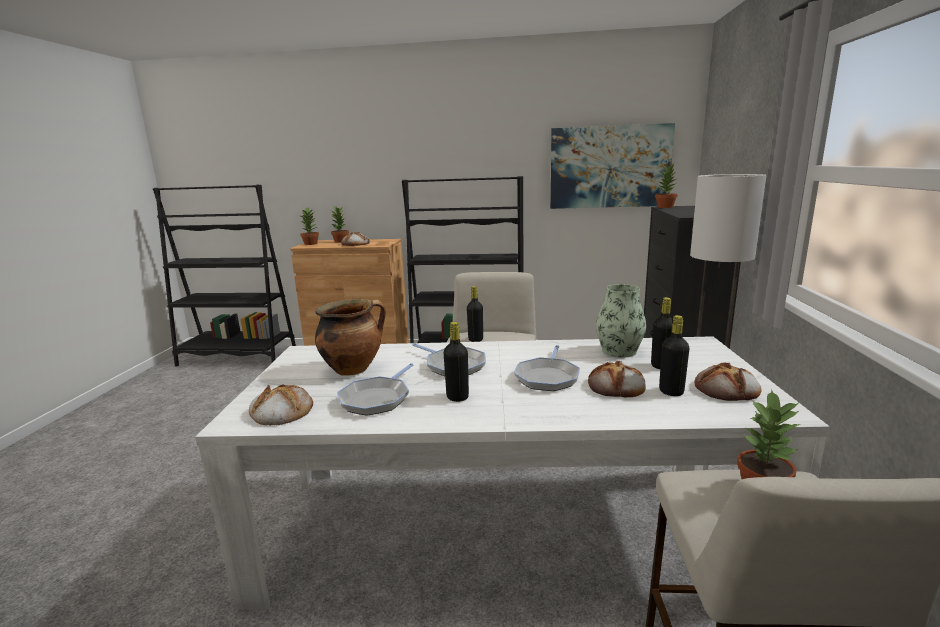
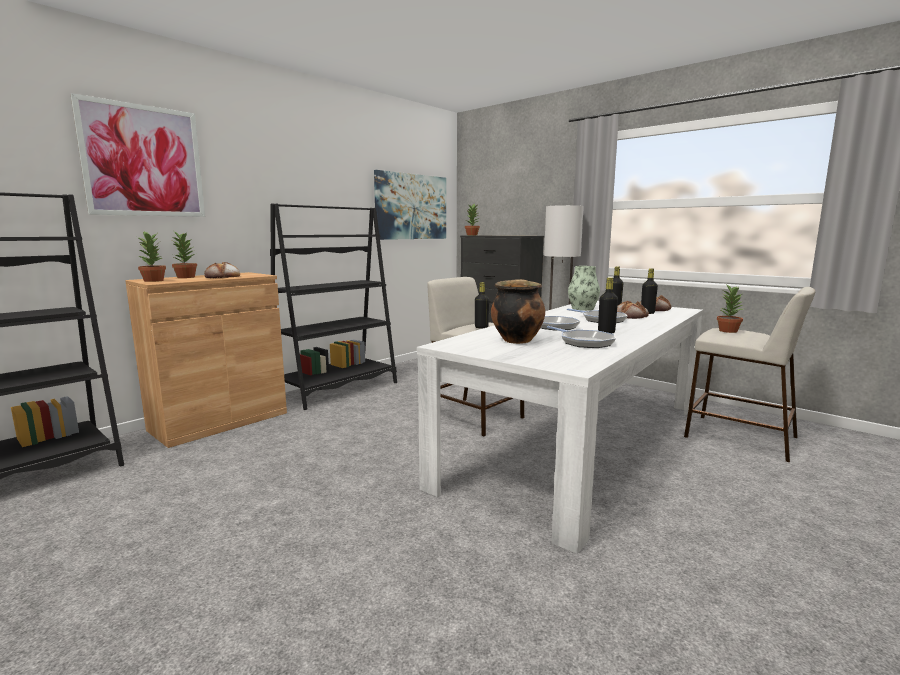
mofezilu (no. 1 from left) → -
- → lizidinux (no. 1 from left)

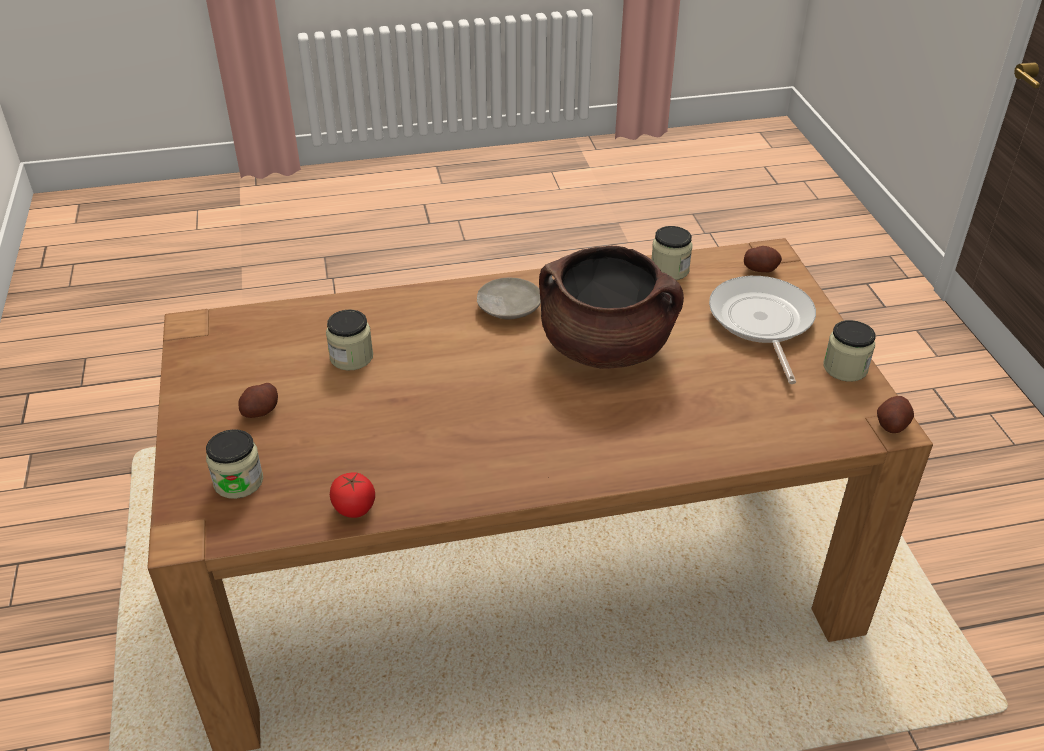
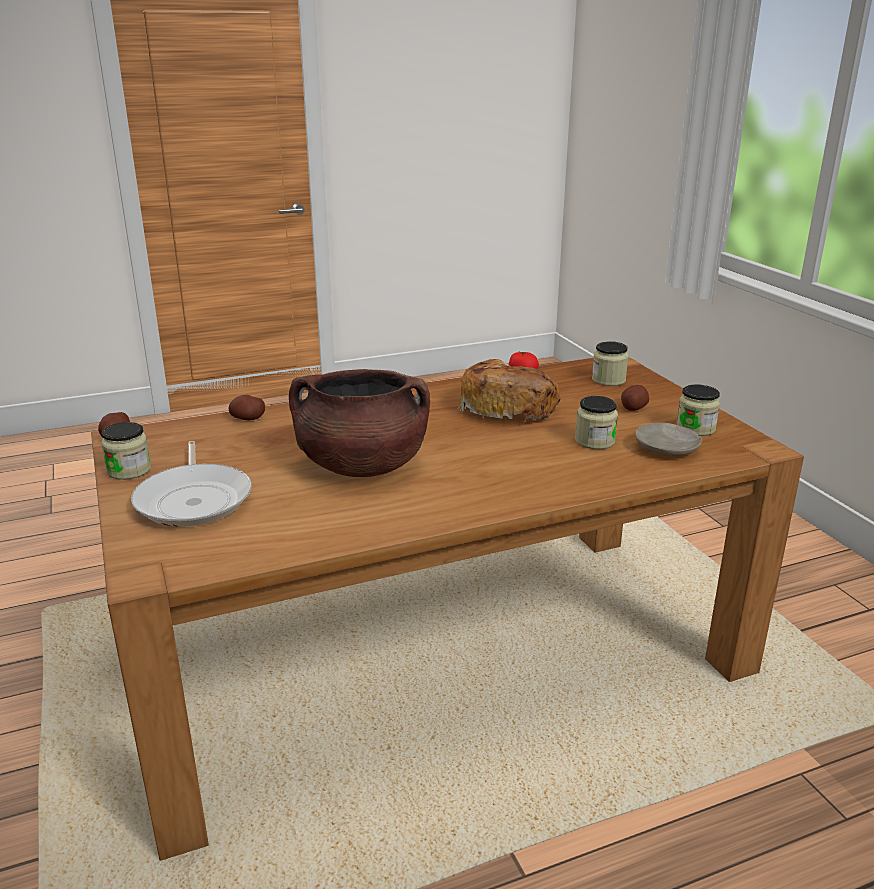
- → mofezilu
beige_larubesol, shifted
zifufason (no. 3 from left in the first image) → zifufason (no. 4 from left), shifted
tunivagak (no. 2 from left), shifted

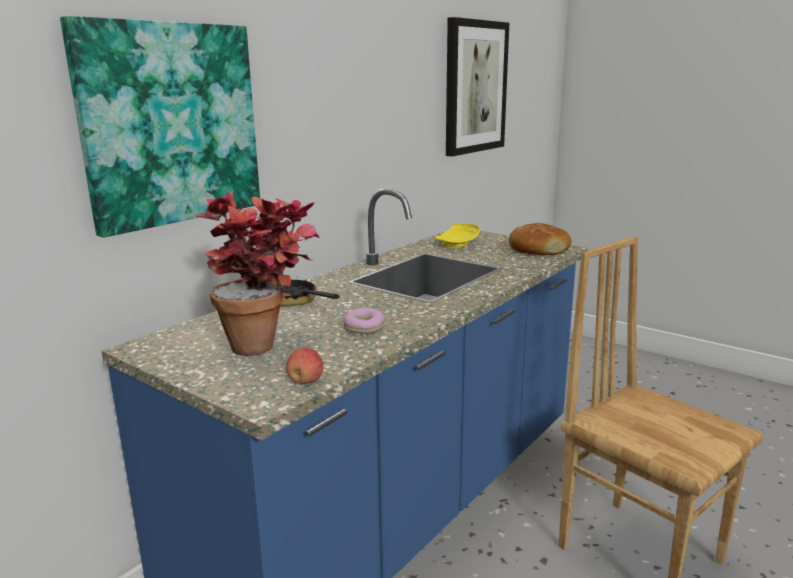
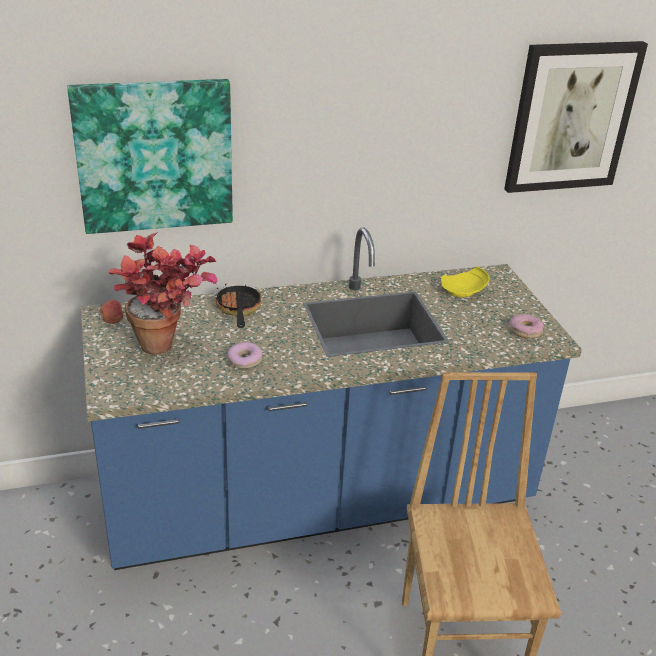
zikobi, shifted
mofezilu → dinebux (no. 2 from left)

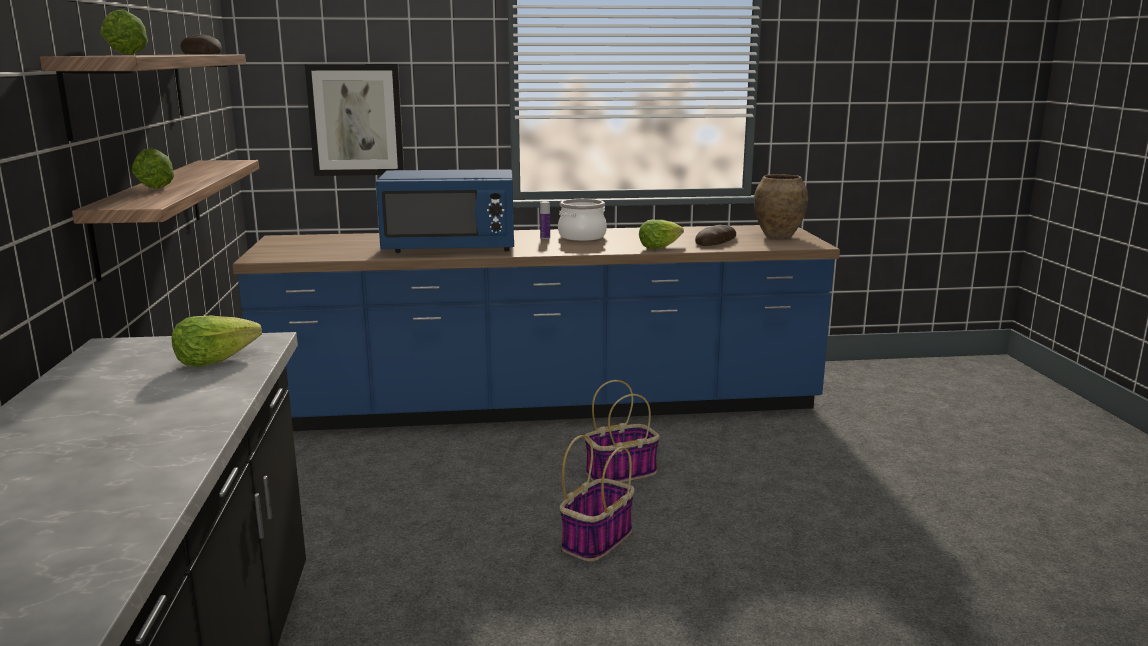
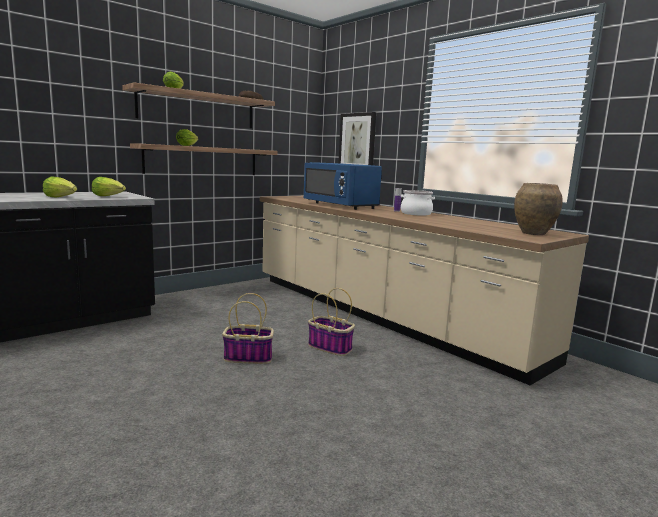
mofezilu (no. 2 from left) → -
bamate (no. 4 from left in the first image) → bamate (no. 1 from left), shifted
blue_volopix → beige_volopix

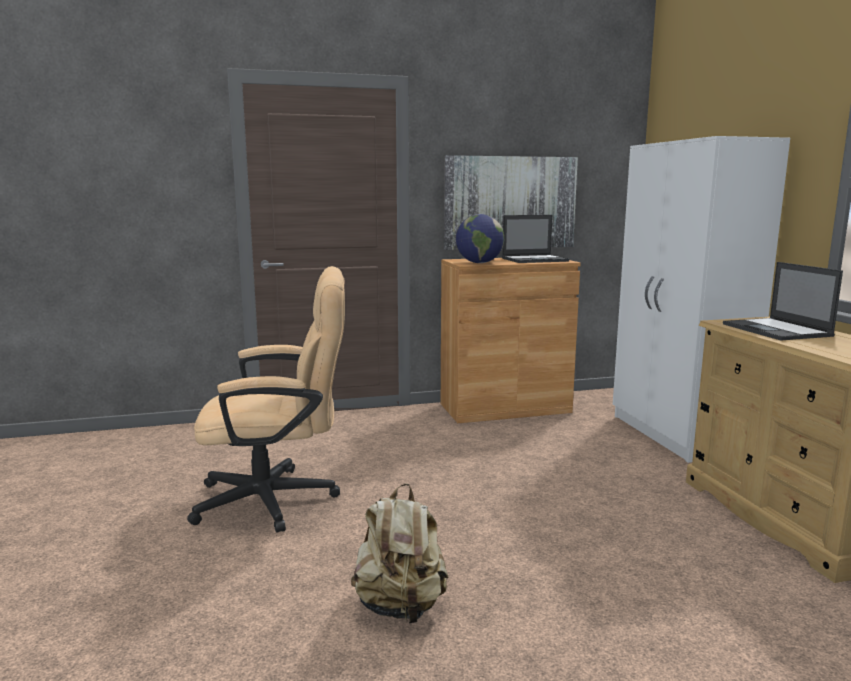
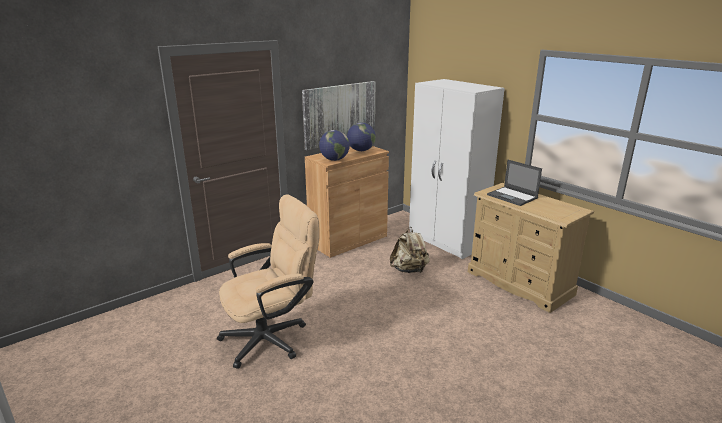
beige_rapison, shifted
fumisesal (no. 1 from left) → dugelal (no. 2 from left)

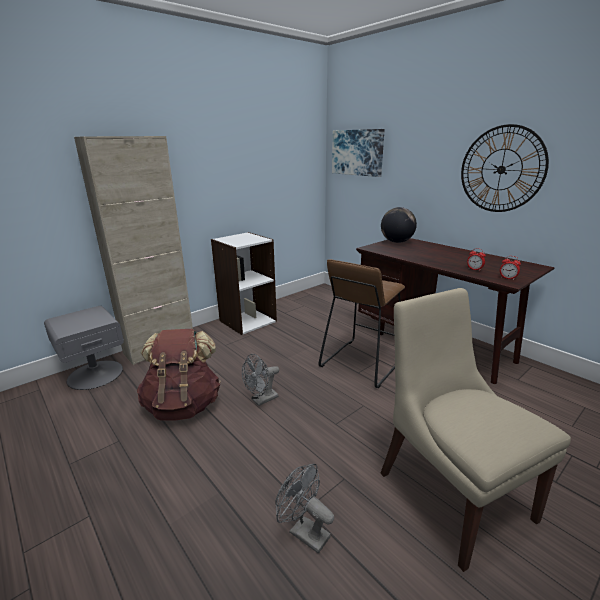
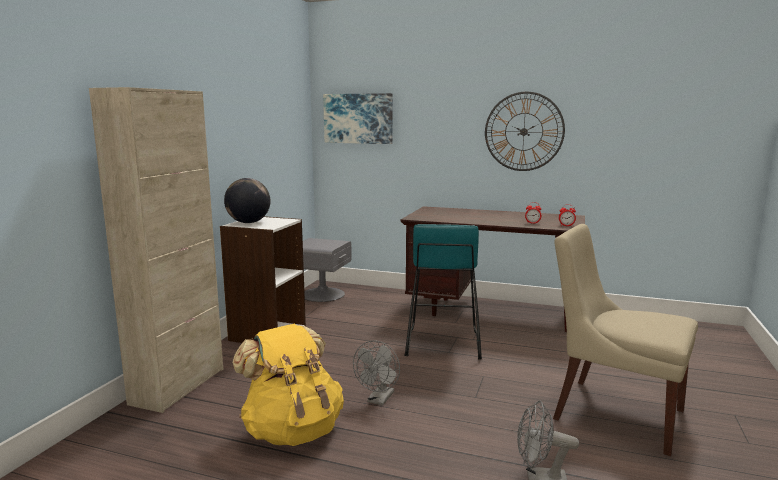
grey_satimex, shifted
dugelal, shifted
brown_rapison → yellow_rapison
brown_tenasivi → turquoise_tenasivi

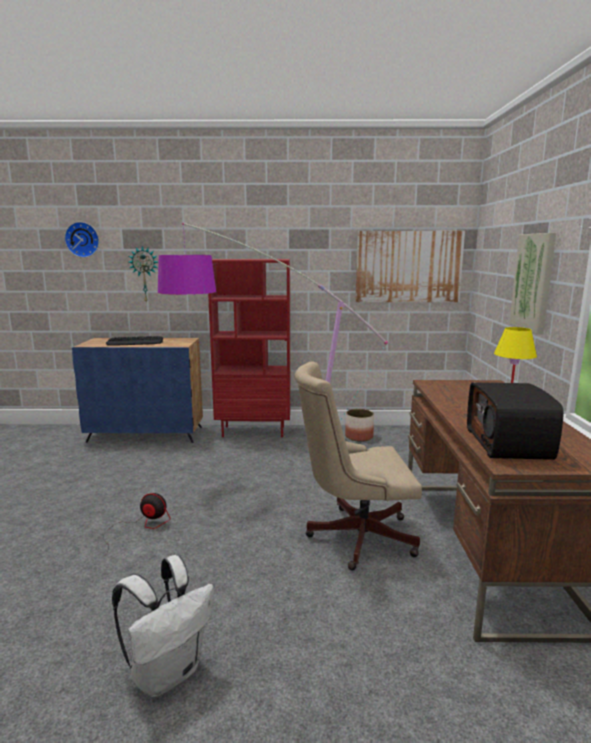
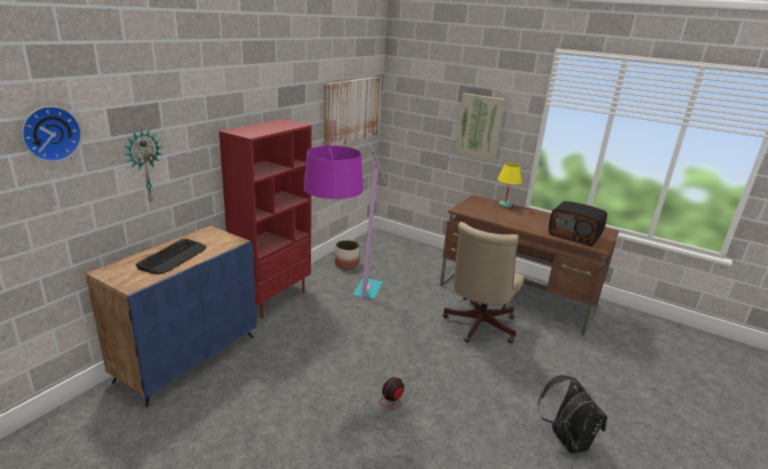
white_rapison → black_rapison

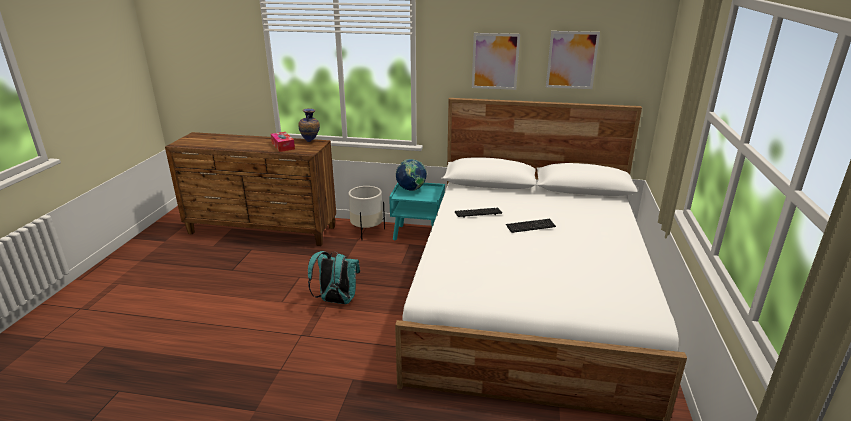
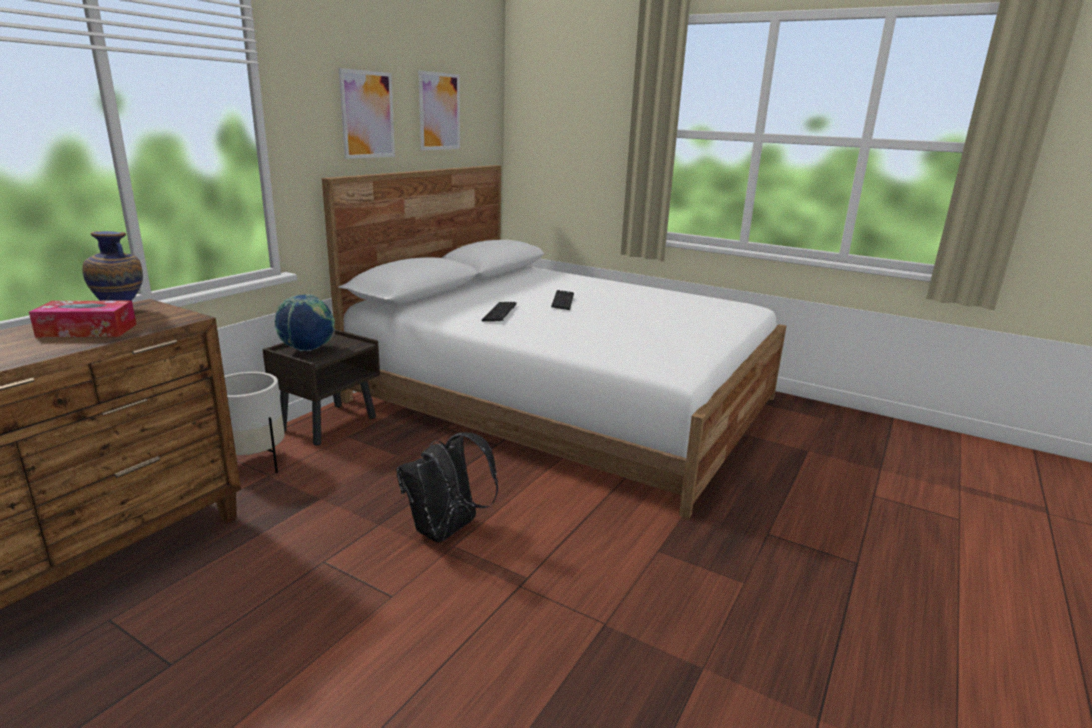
turquoise_rapison → black_rapison
turquoise_satimex → brown_satimex

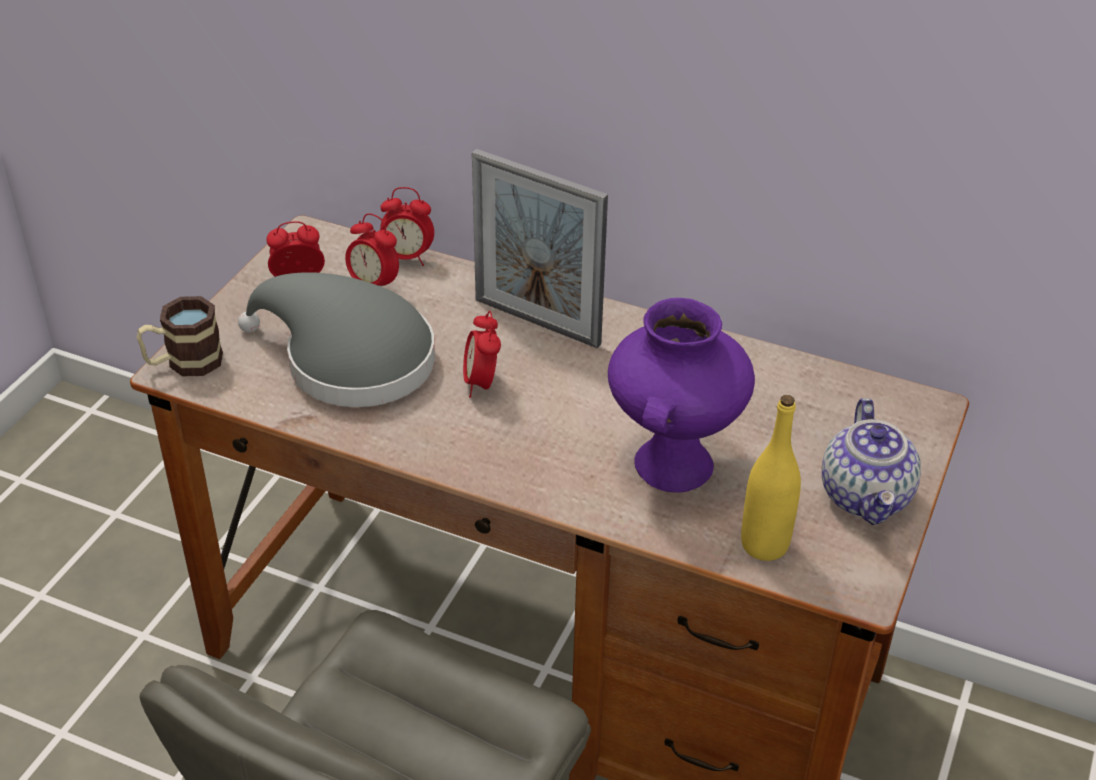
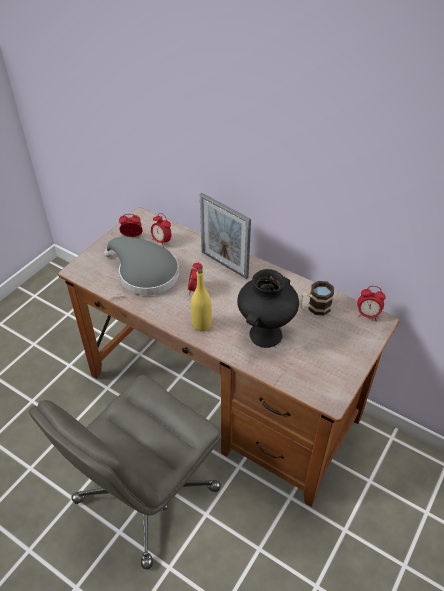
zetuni → -
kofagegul, shifted
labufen (no. 3 from left in the first image) → labufen (no. 4 from left), shifted
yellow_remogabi, shifted
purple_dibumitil → black_dibumitil

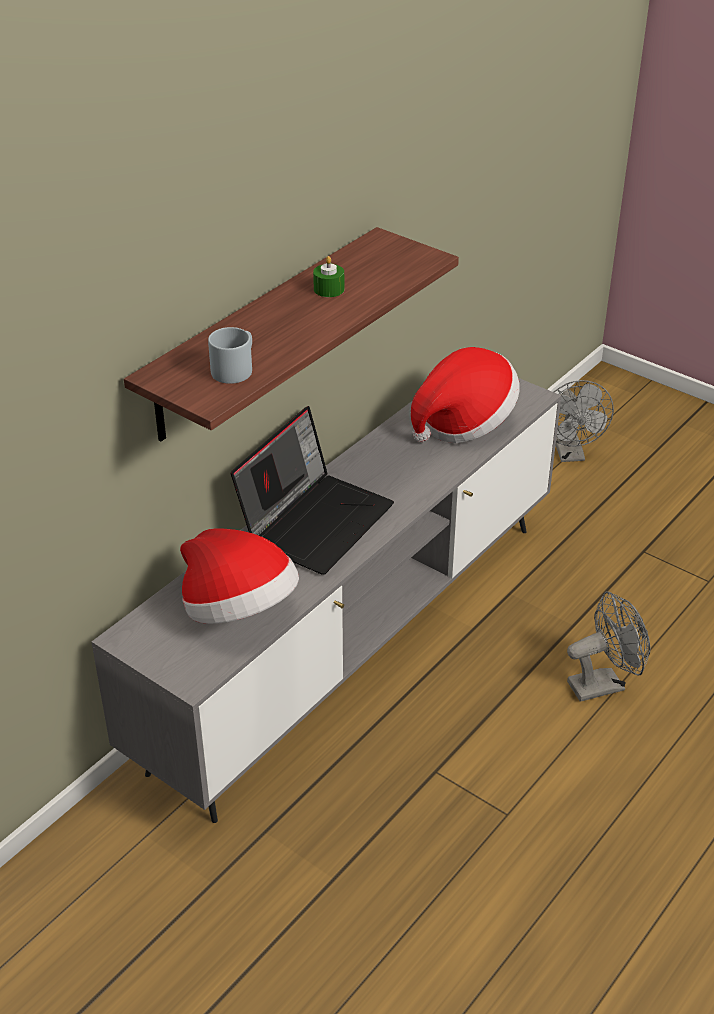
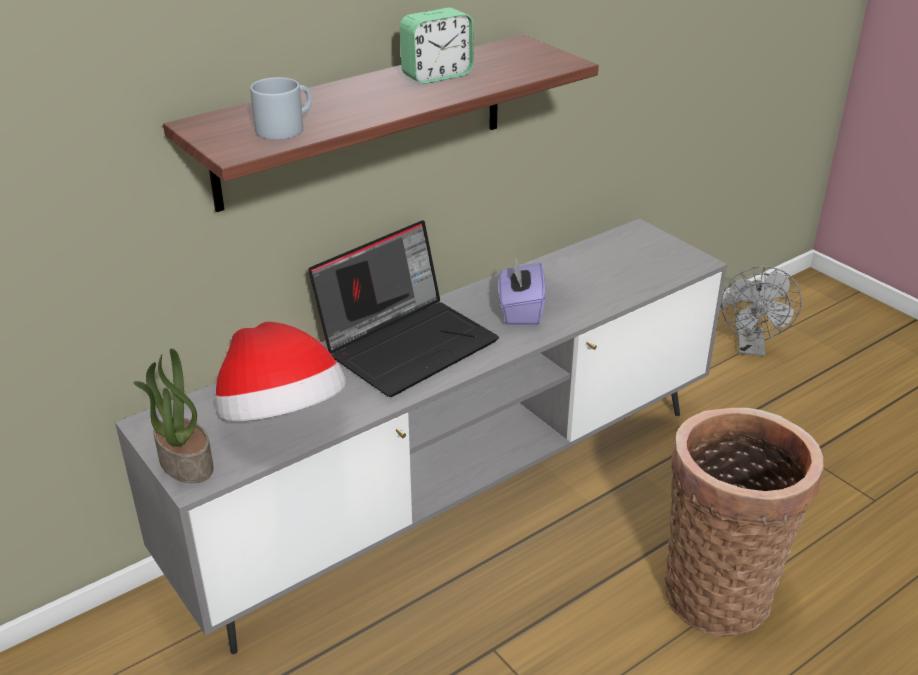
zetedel (no. 2 from left) → -
- → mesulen
- → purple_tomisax
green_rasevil → labufen
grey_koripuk (no. 2 from left) → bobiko

